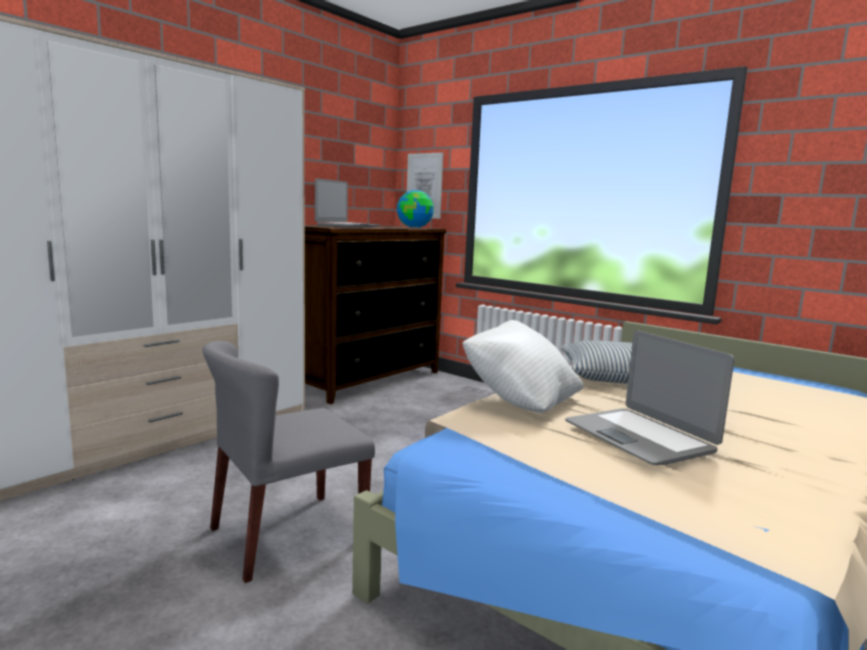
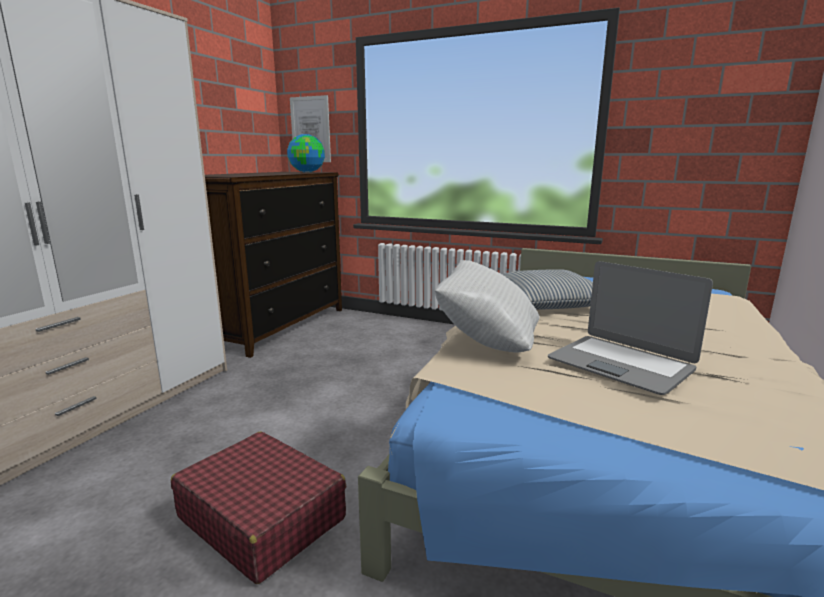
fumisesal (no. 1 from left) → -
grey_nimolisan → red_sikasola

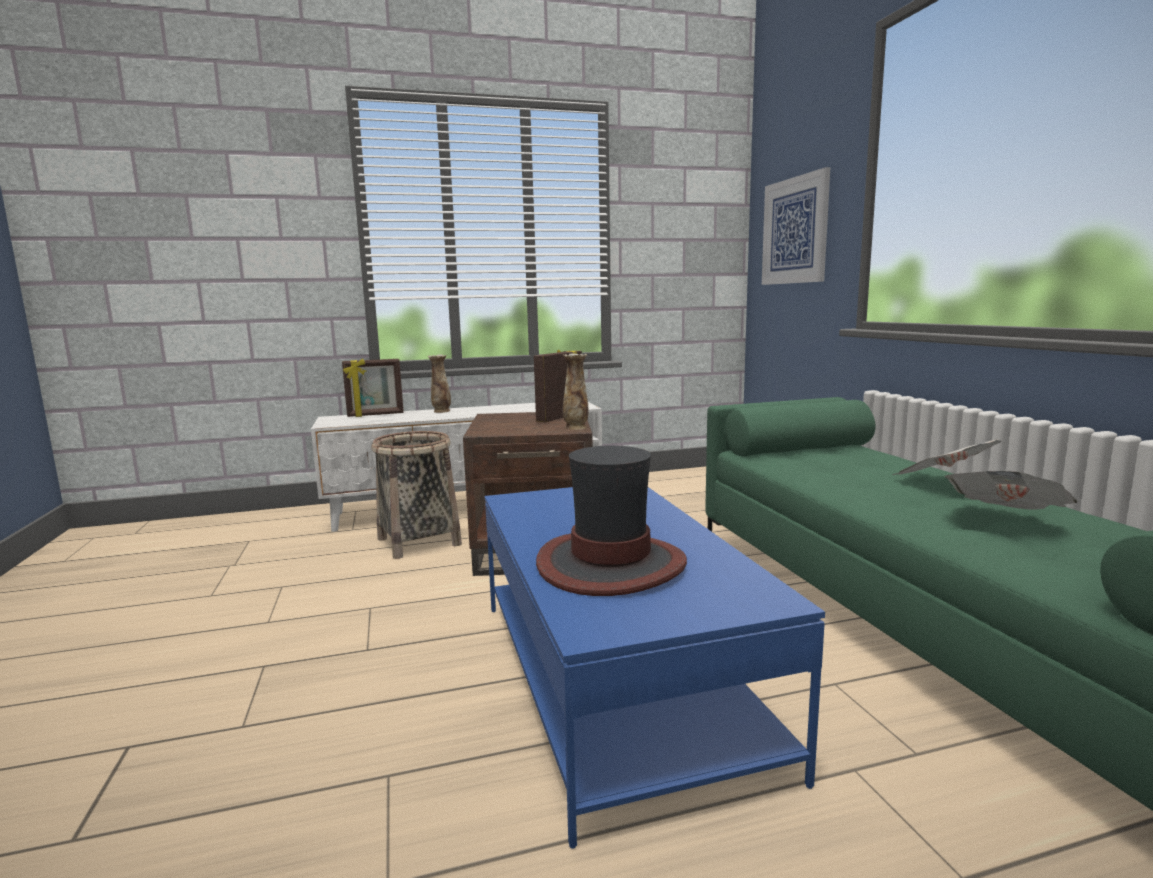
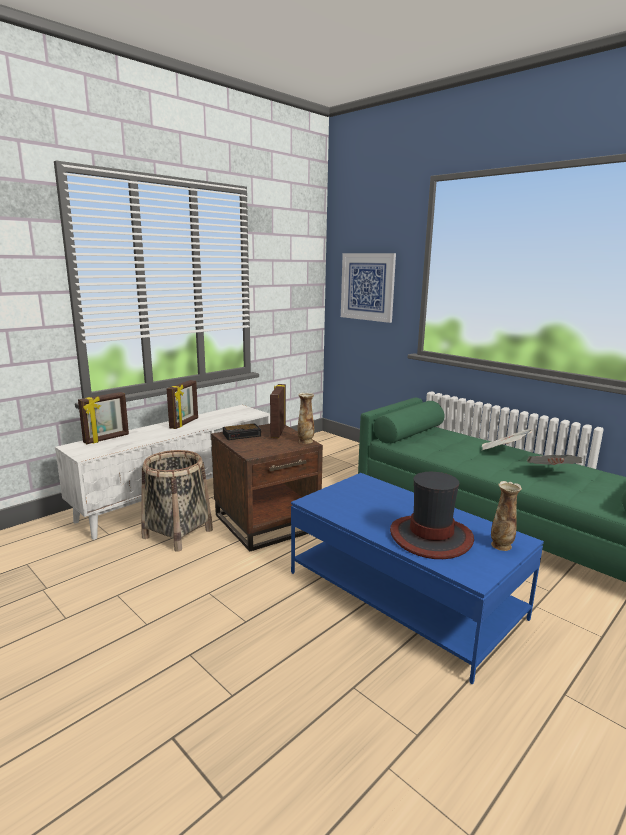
- → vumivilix (no. 2 from left)
- → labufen
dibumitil (no. 1 from left in the first image) → dibumitil (no. 2 from left), shifted

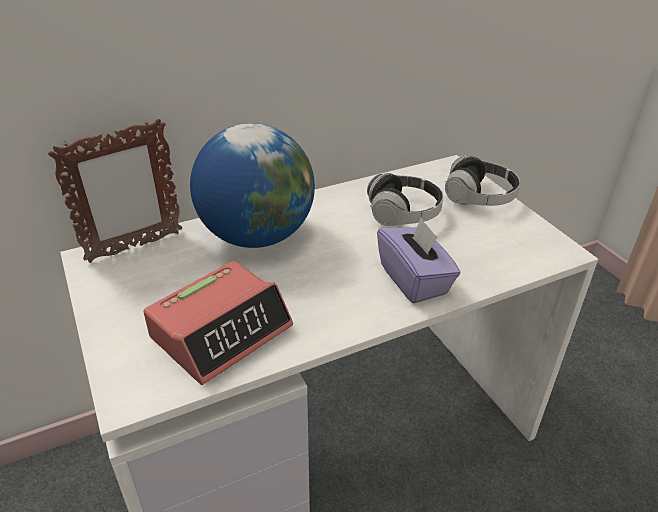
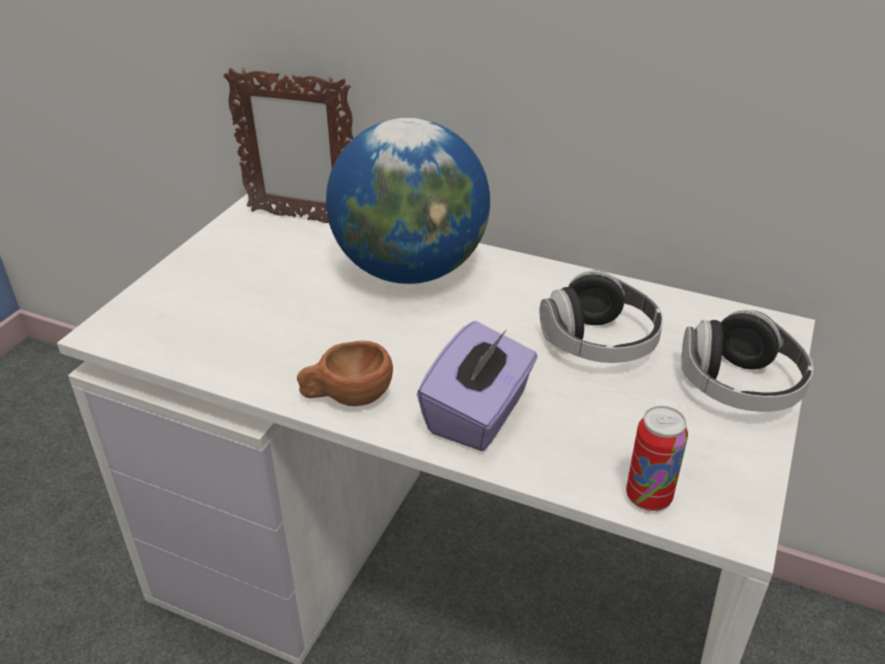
labufen → -
- → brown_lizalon
- → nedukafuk

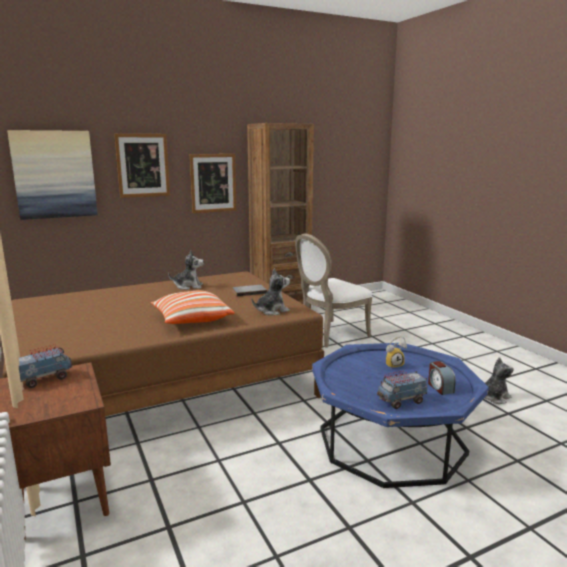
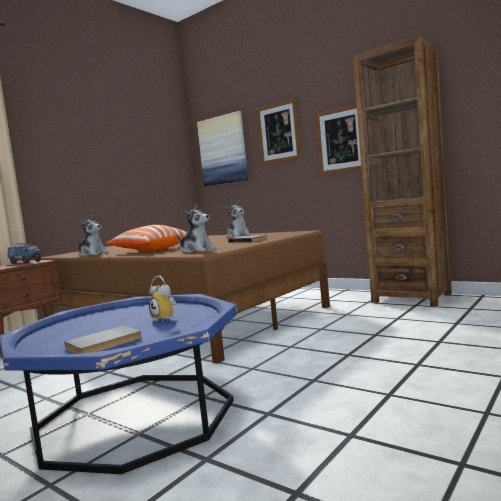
white_nimolisan → -
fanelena (no. 2 from left) → -
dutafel (no. 3 from left in the first image) → dutafel (no. 1 from left), shifted
labufen (no. 2 from left) → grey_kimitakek (no. 1 from left)

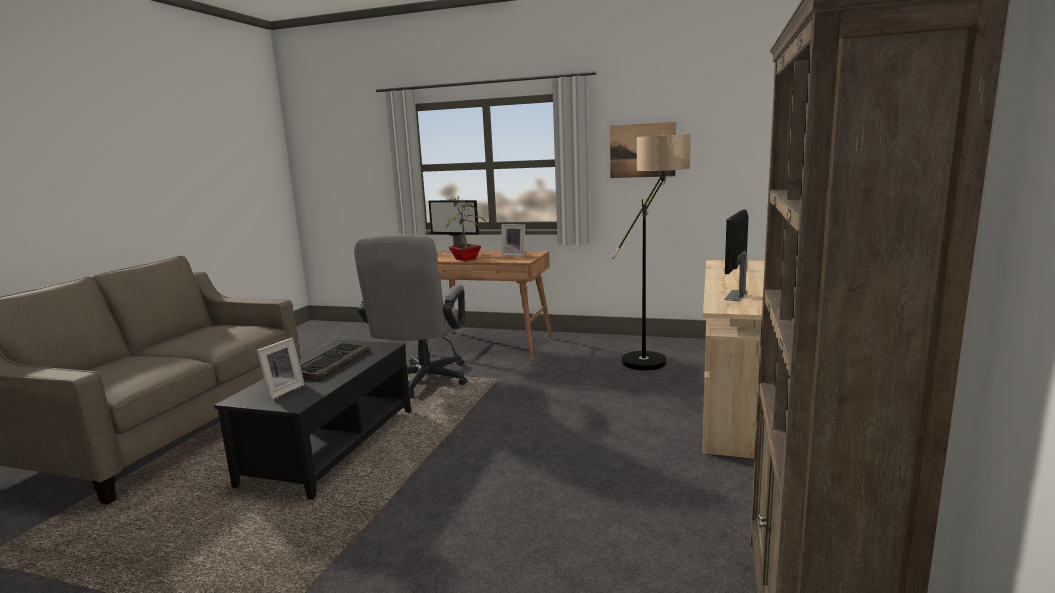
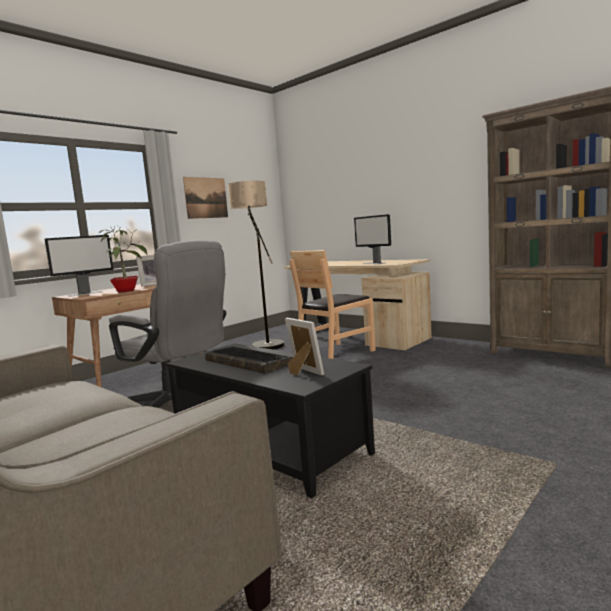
- → brown_nimolisan

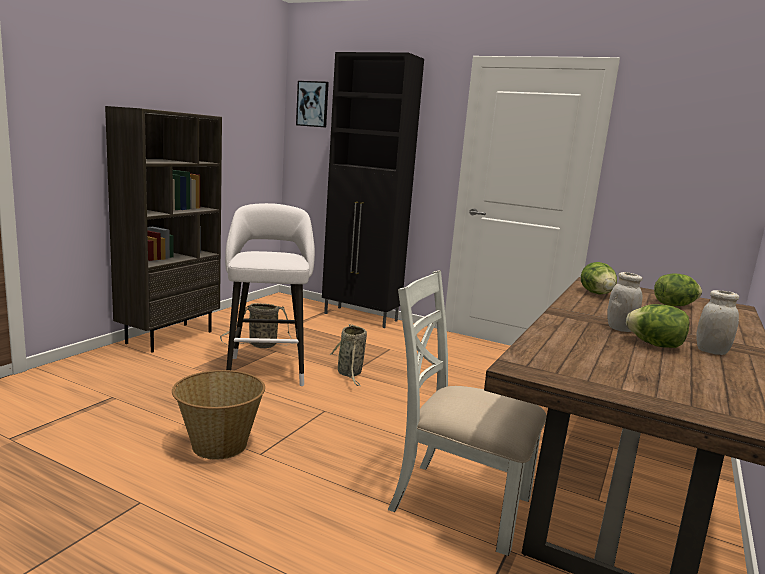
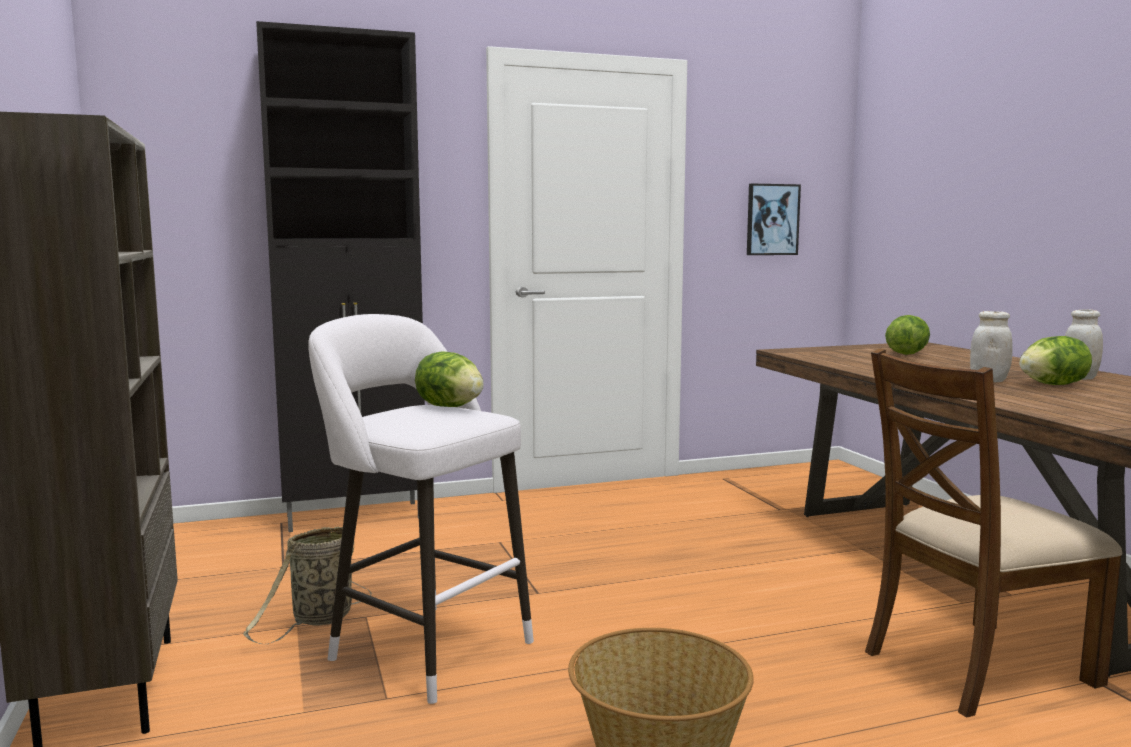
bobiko (no. 3 from left) → -
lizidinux, shifted
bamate (no. 1 from left), shifted
white_nimolisan → brown_nimolisan

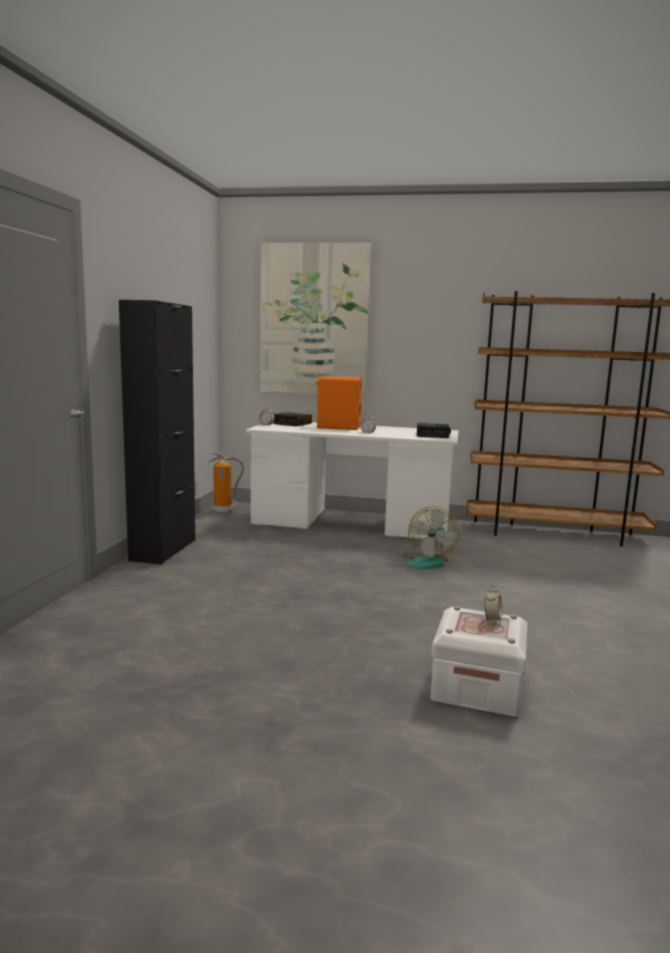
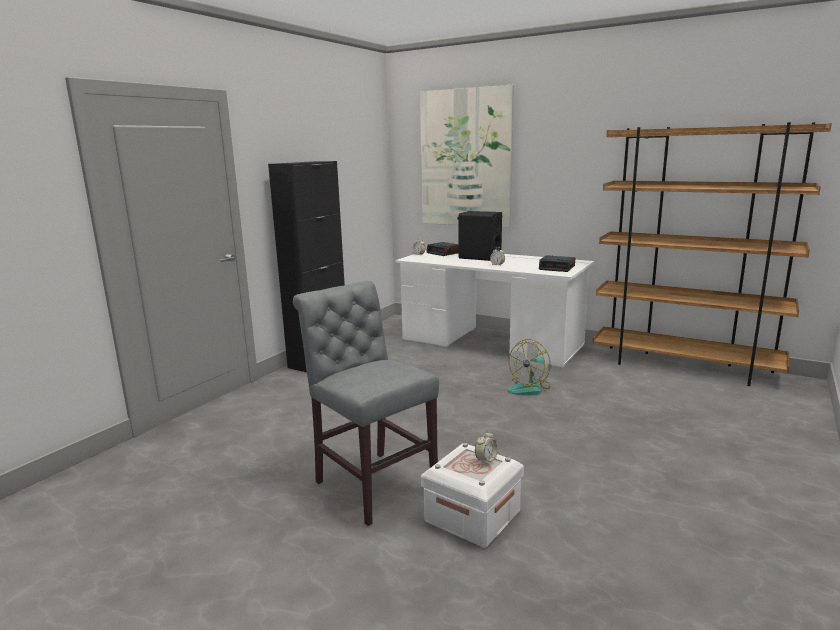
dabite → -
- → grey_nimolisan
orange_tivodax → black_tivodax

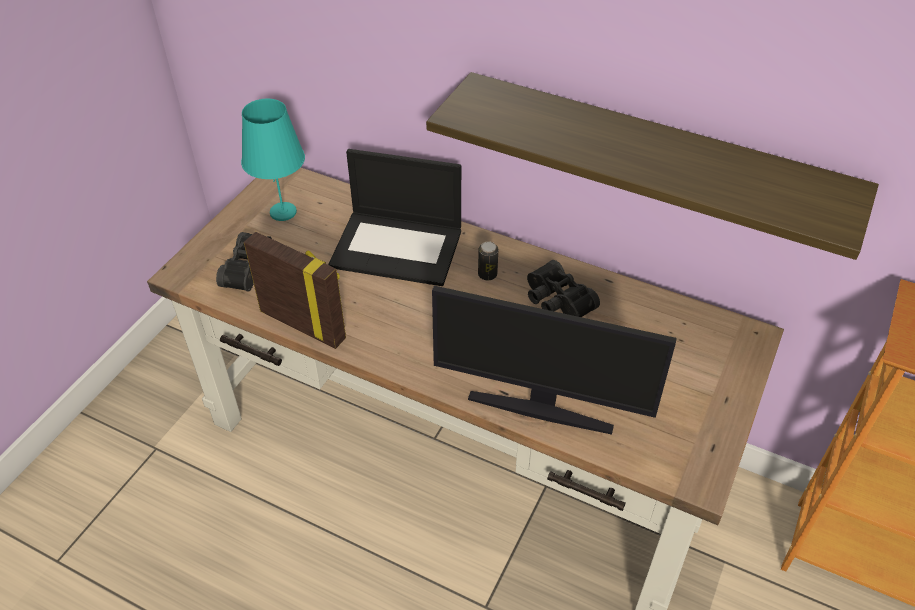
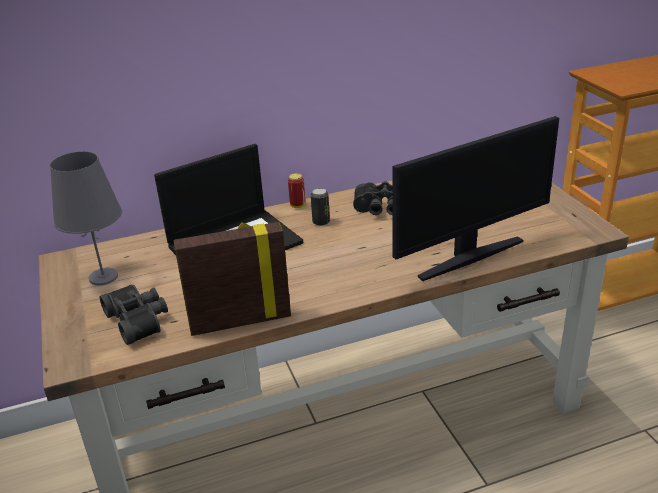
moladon → -
- → nedukafuk (no. 1 from left)
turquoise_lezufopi → grey_lezufopi

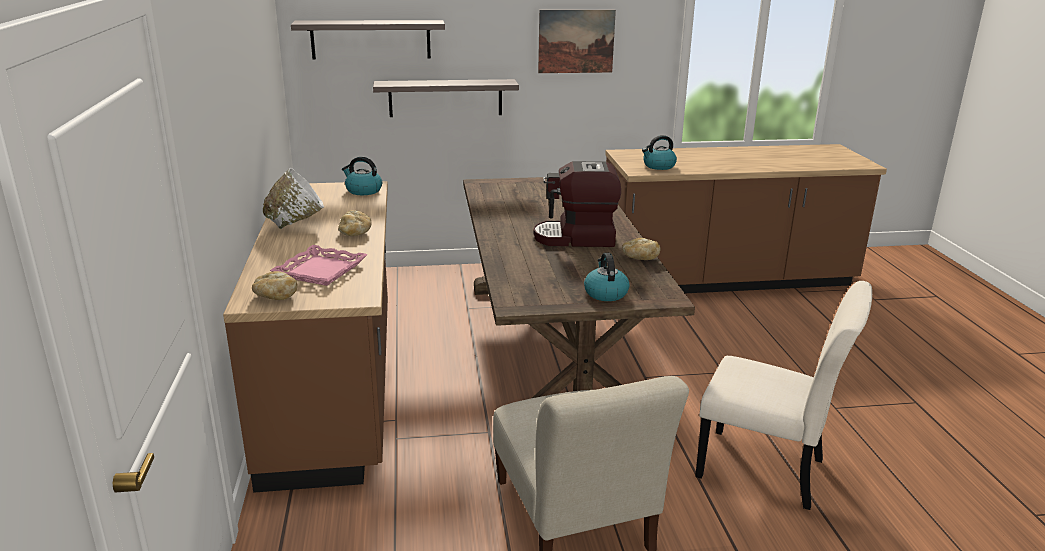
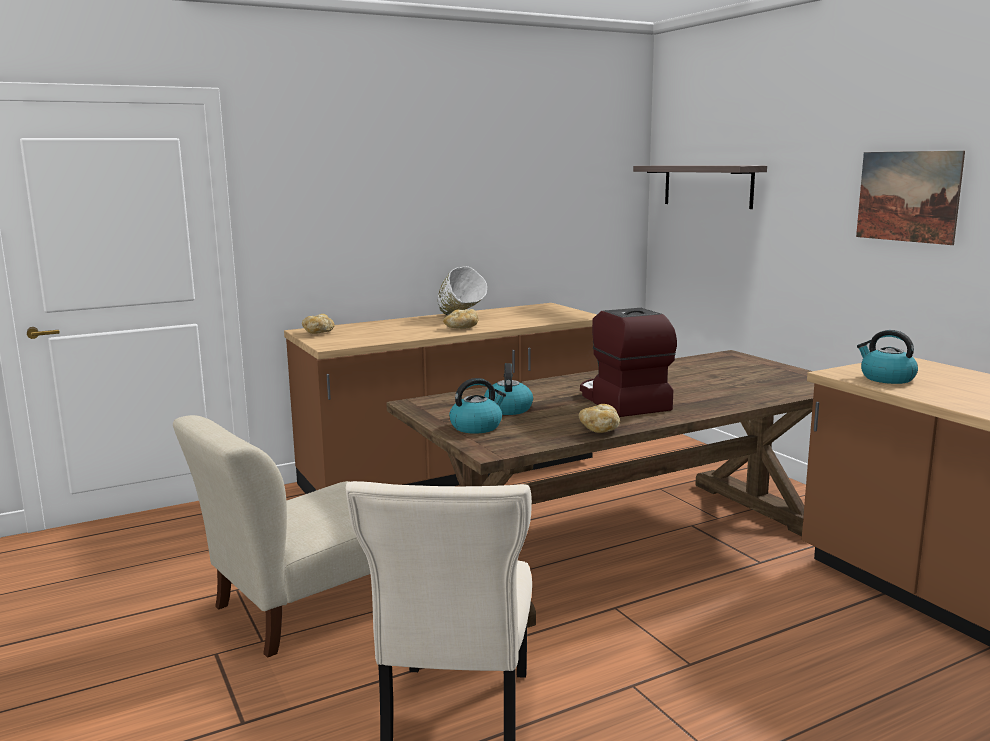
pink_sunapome → -
moladon (no. 2 from left) → -
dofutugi (no. 1 from left in the first image) → dofutugi (no. 2 from left), shifted

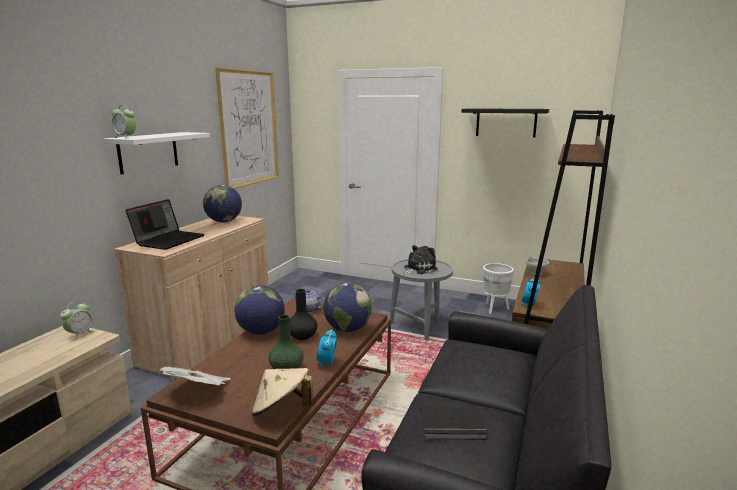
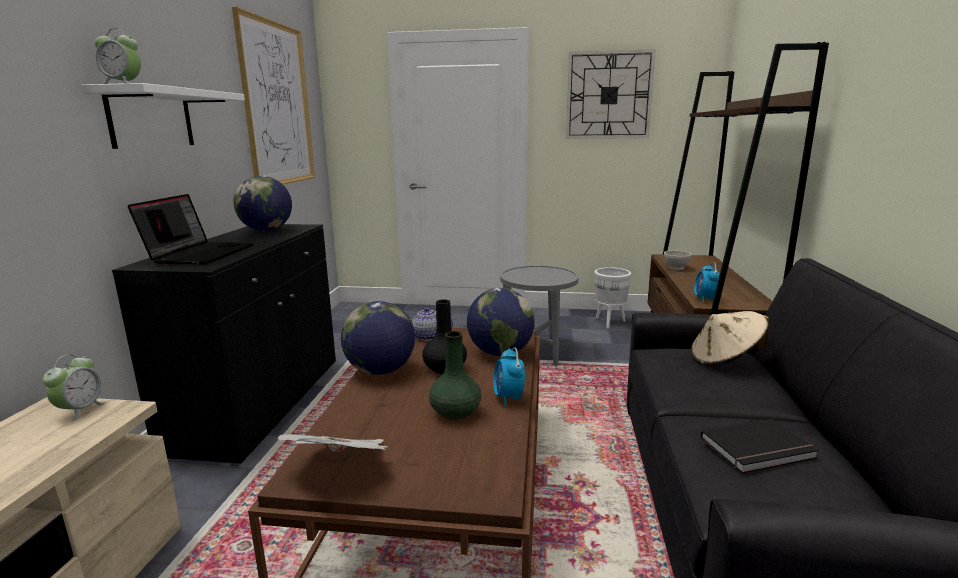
dutafel → -
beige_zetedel, shifted
black_moladon → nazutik
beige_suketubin → black_suketubin

